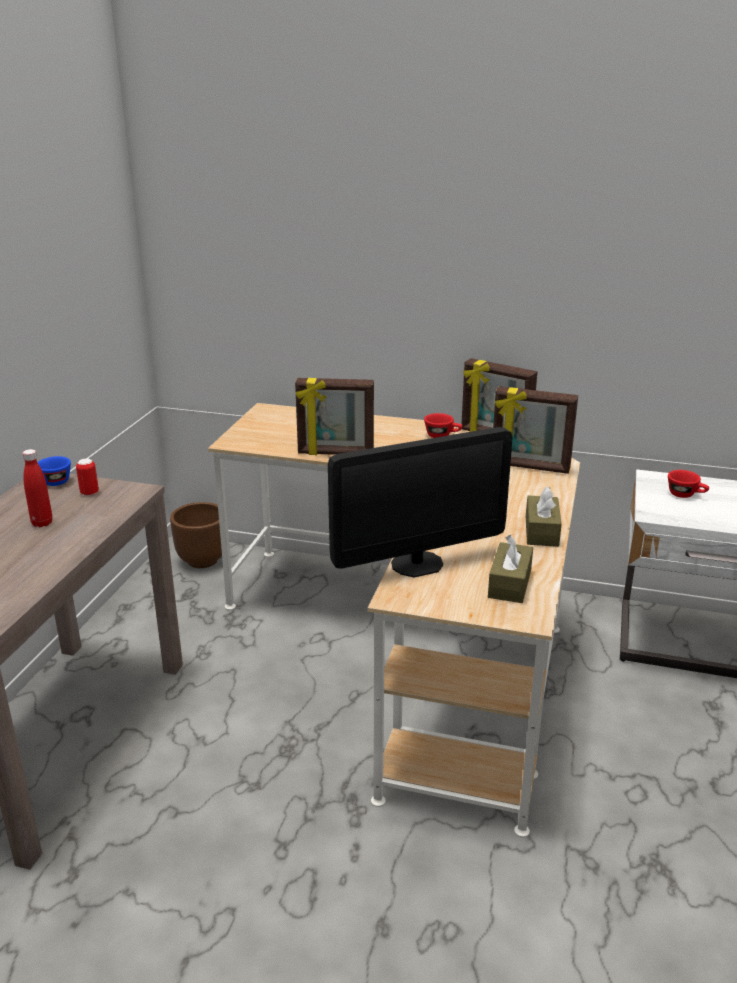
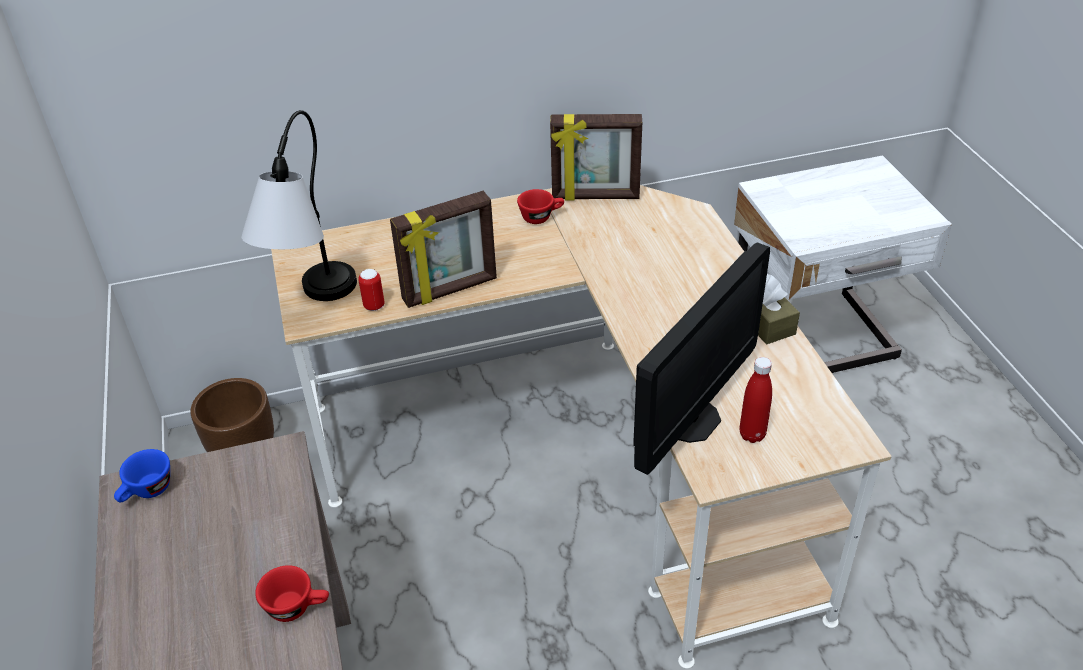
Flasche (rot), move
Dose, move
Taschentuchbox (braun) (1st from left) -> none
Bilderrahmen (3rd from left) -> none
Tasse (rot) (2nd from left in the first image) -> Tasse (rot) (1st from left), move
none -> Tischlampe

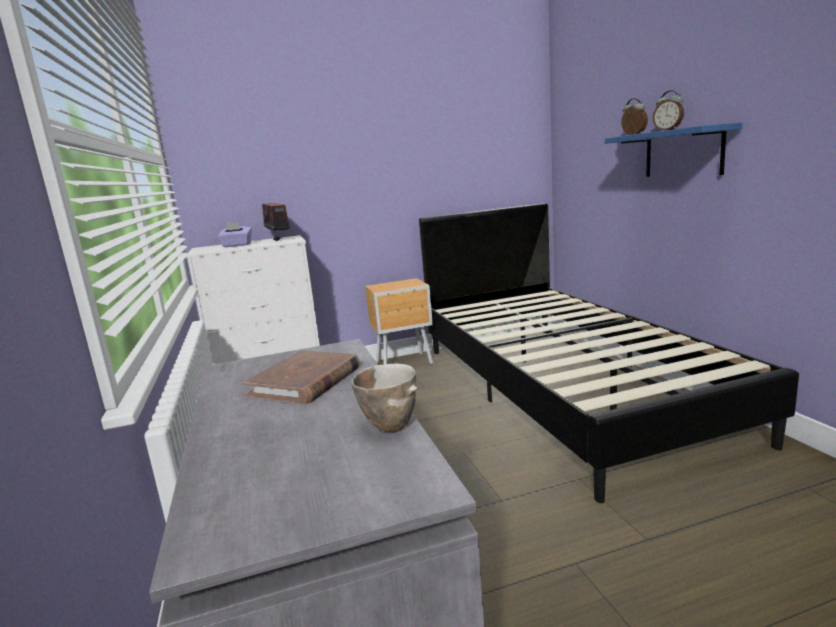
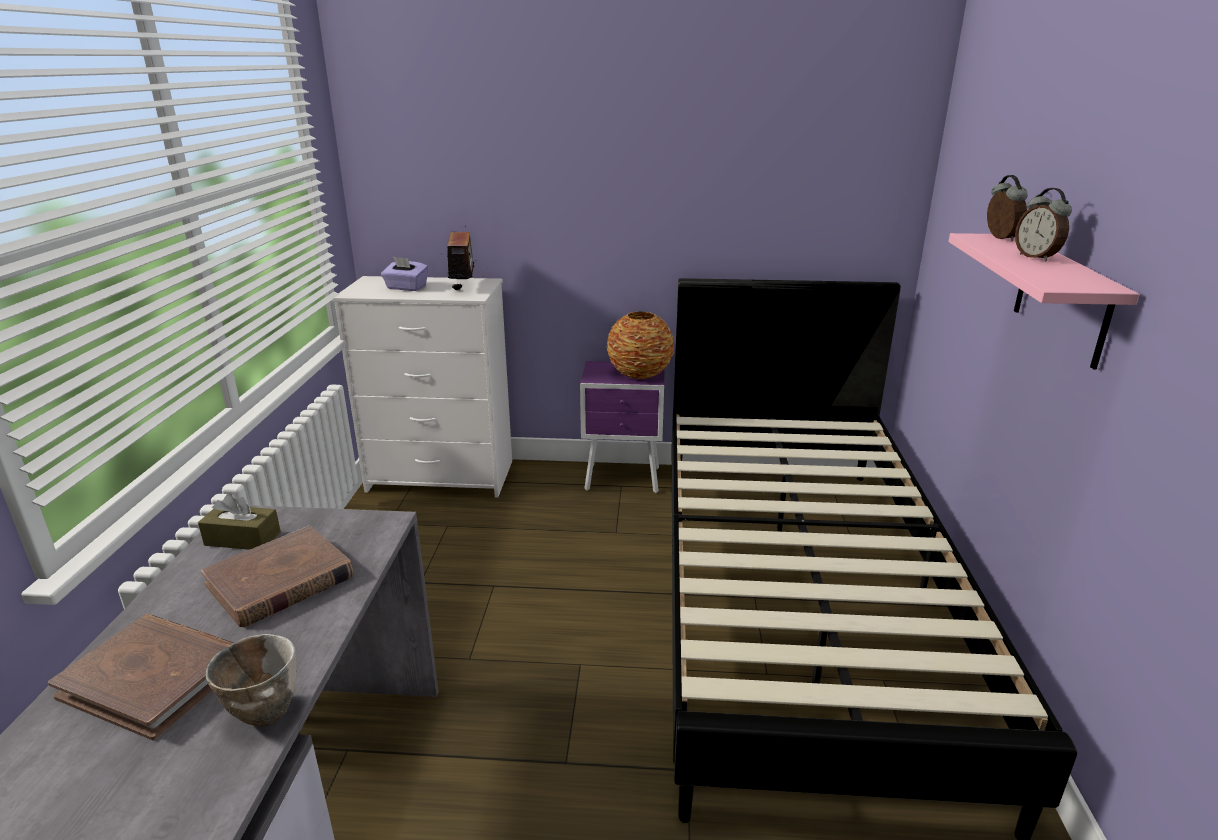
Nachttisch (braun) -> Nachttisch (lila)
Wandregal (blau) -> Wandregal (rosa)
none -> Buch (braun) (1st from left)
none -> Taschentuchbox (braun)
none -> Vase

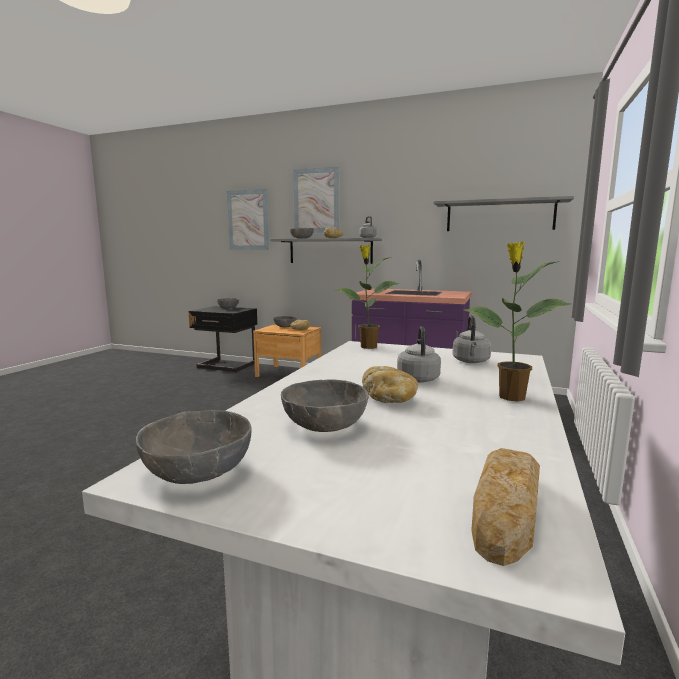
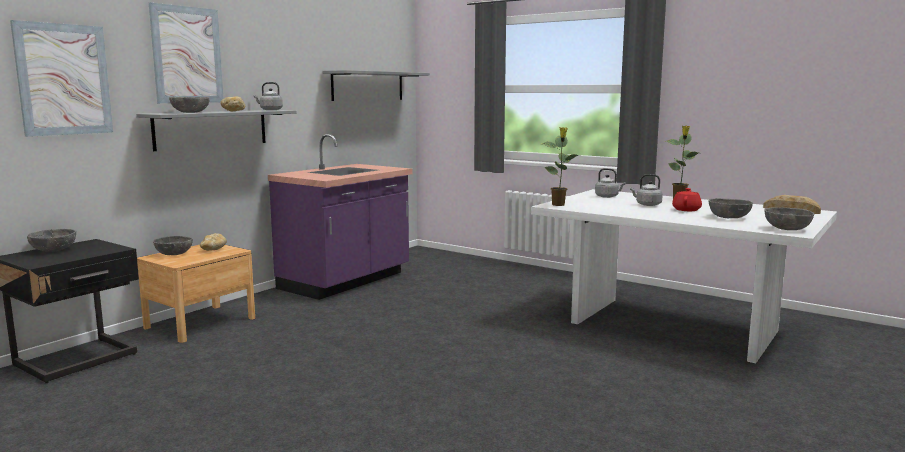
Brot (3rd from left) -> Teekanne (rot)

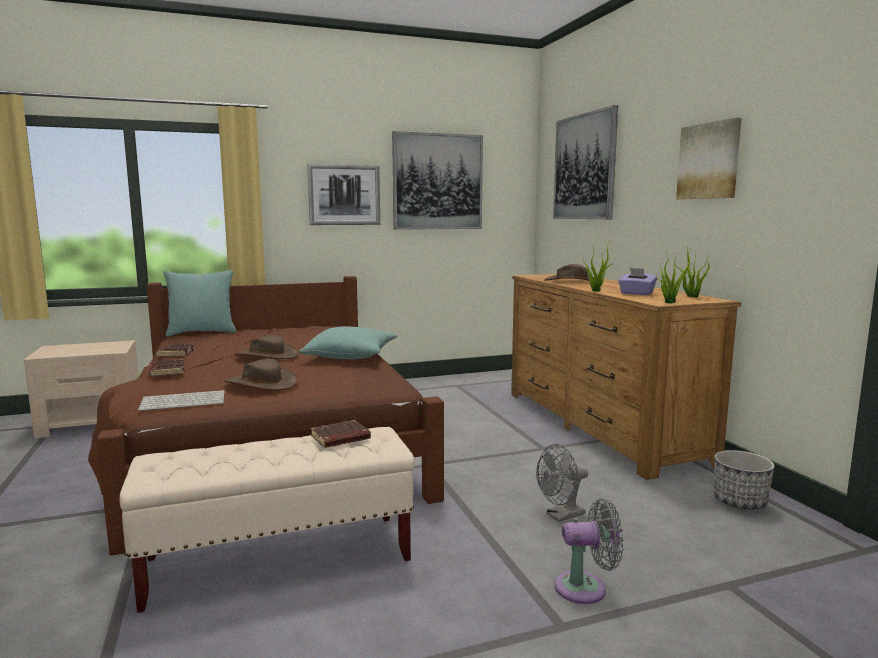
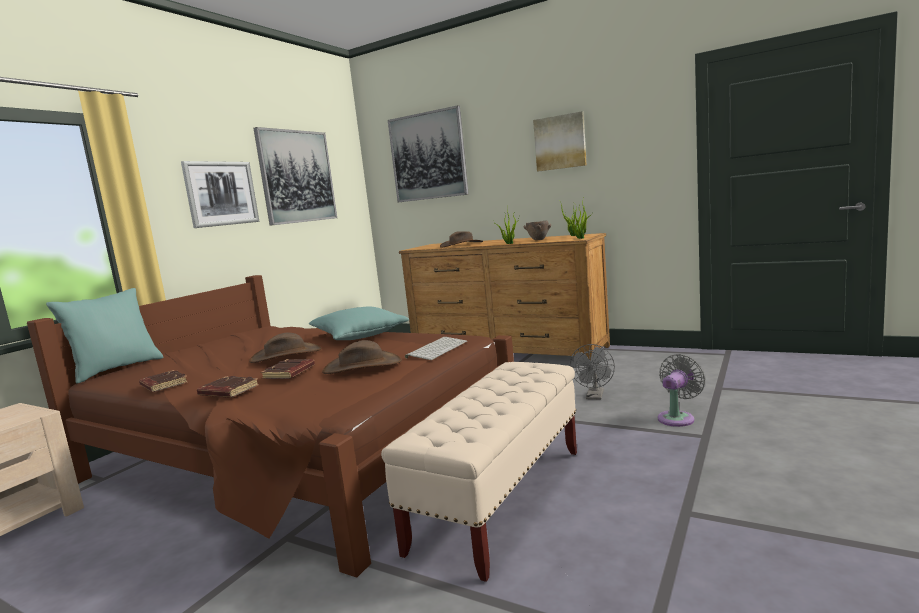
Tastatur, move
Buch (braun) (3rd from left), move
Taschentuchbox (lila) -> Schüssel (braun)
Pflanzkübel -> none

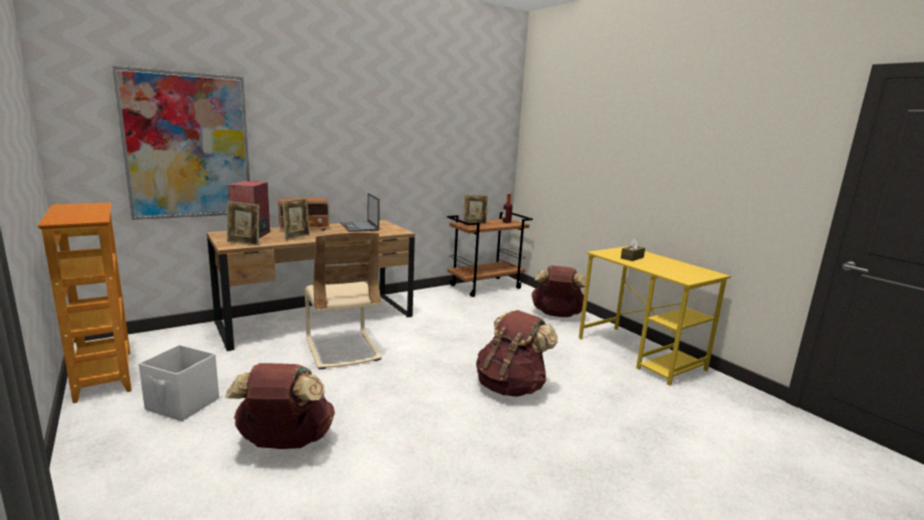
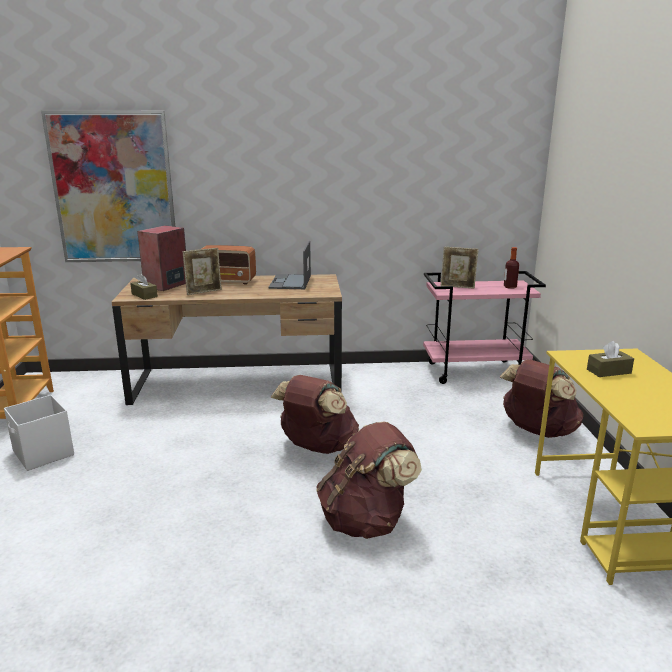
Rucksack (braun) (1st from left), move
Bilderrahmen (1st from left) -> Taschentuchbox (braun) (1st from left)
Stuhl (beige) -> none
Rollwagen (braun) -> Rollwagen (rosa)

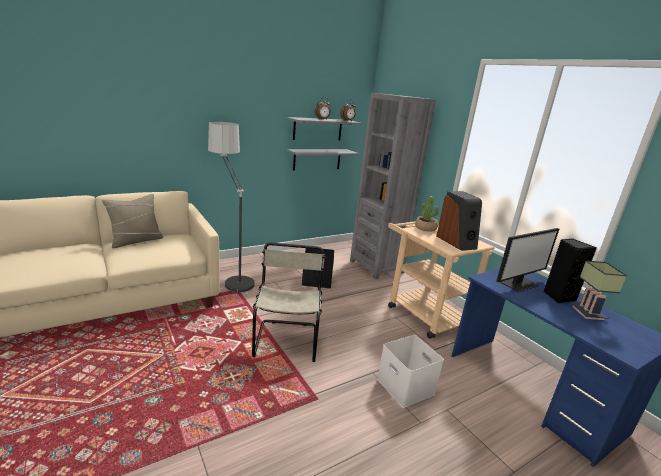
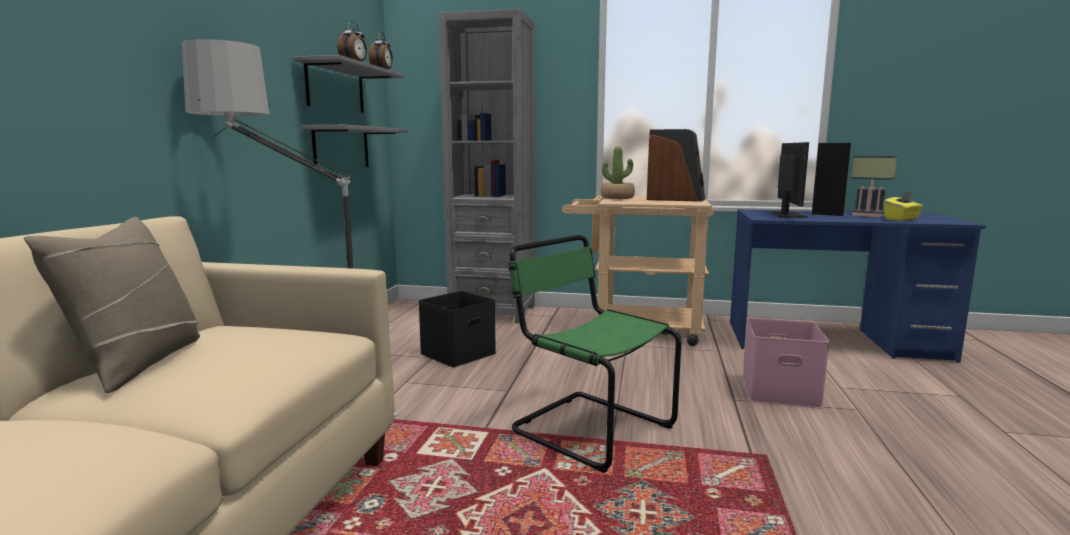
Stuhl (beige) -> Stuhl (grün)
Aufbewahrungsbox (weiß) -> Aufbewahrungsbox (rosa)
none -> Taschentuchbox (gelb)

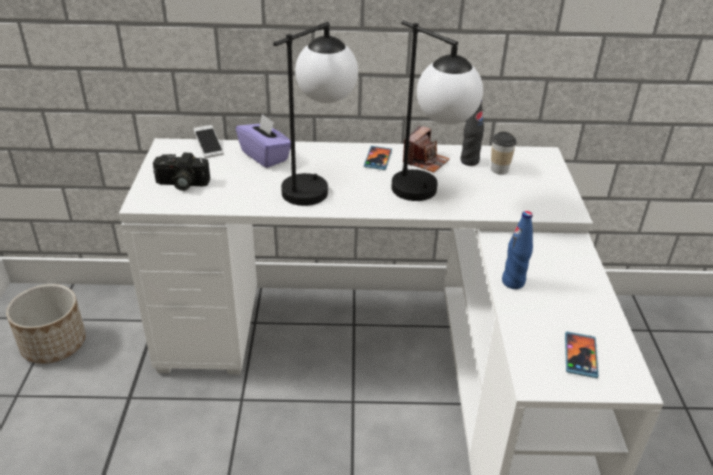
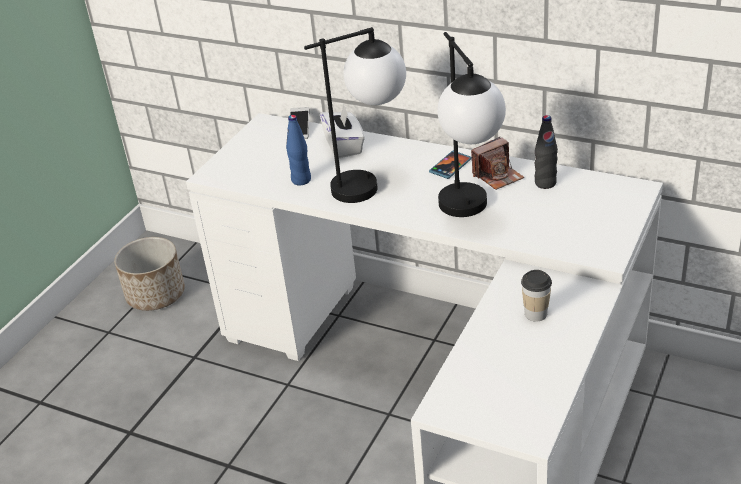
Kamera (1st from left) -> none
Taschentuchbox (lila) -> Taschentuchbox (weiß)
Tasse, move
Flasche (blau), move
Handy (3rd from left) -> none

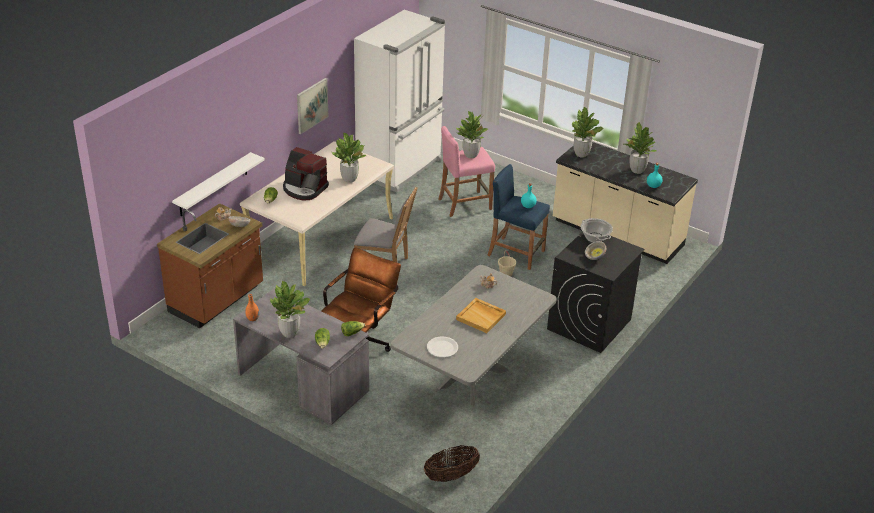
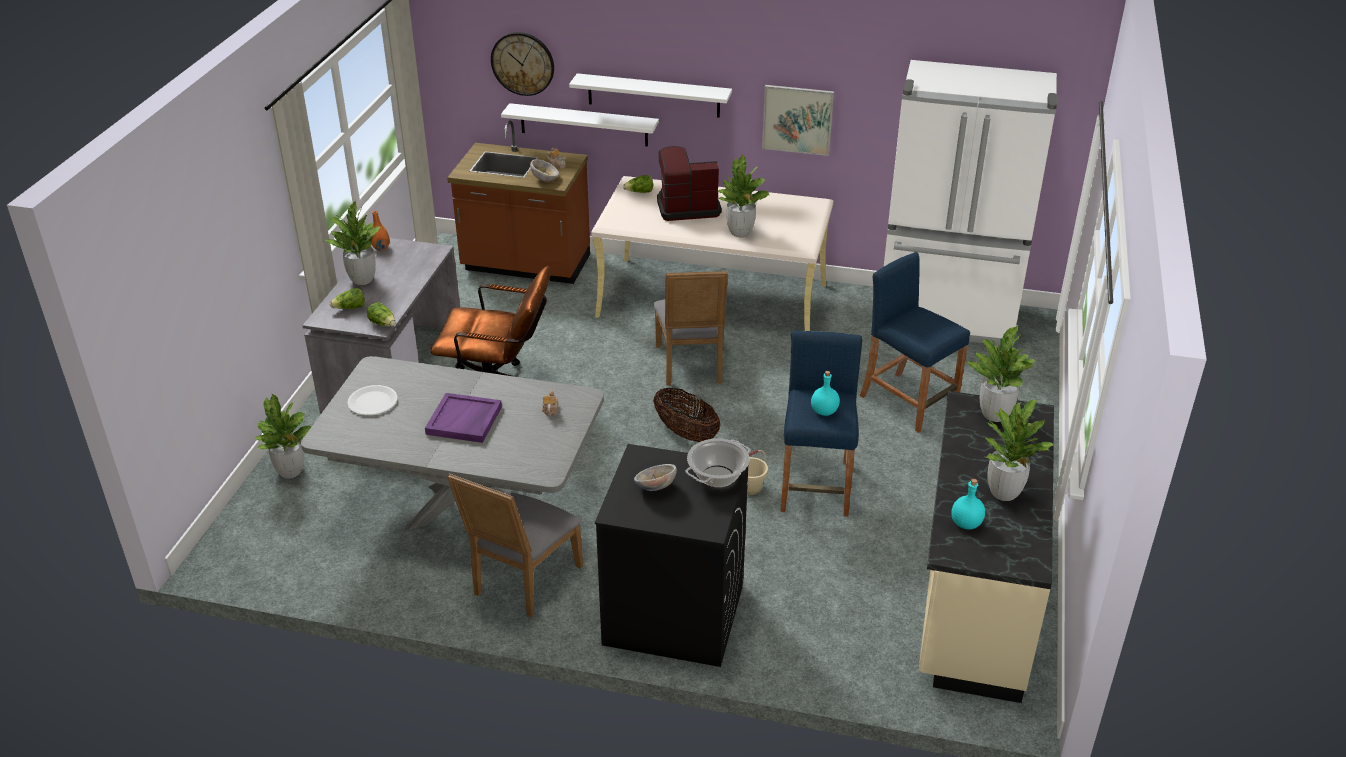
Kaffeemaschine, 75 degrees clockwise
Korb, move
Hocker (rosa) -> Hocker (blau) (2nd from left)
Topfpflanze (3rd from left in the first image) -> Topfpflanze (1st from left), move
Tablett (beige) -> Tablett (lila)
none -> Stuhl (grau) (1st from left)
none -> Wanduhr
none -> Wandregal (weiß) (2nd from left)

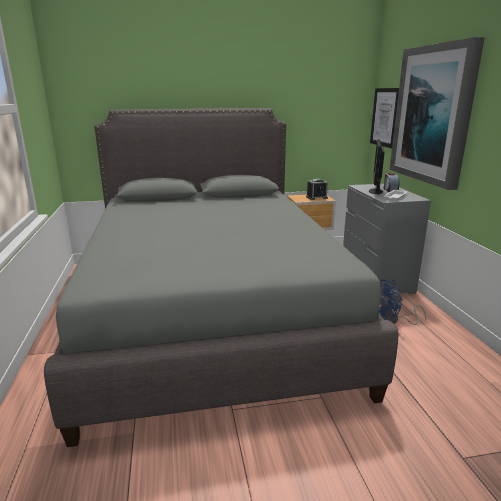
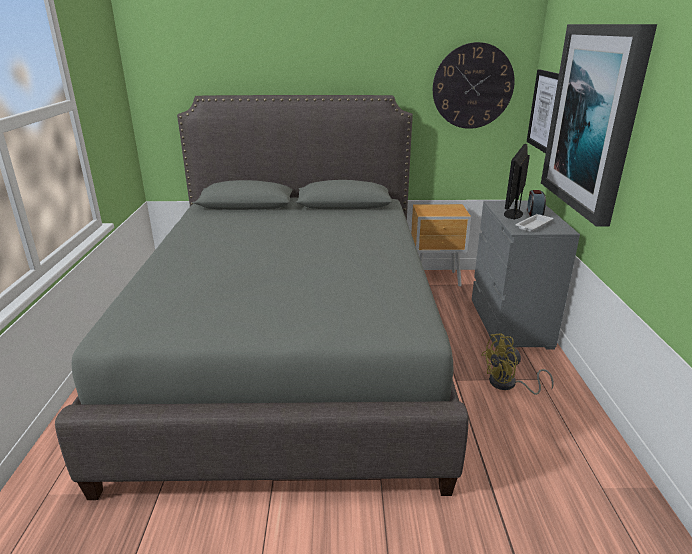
Wecker (1st from left) -> none
Ventilator (blau) -> Ventilator (gelb)
none -> Wanduhr

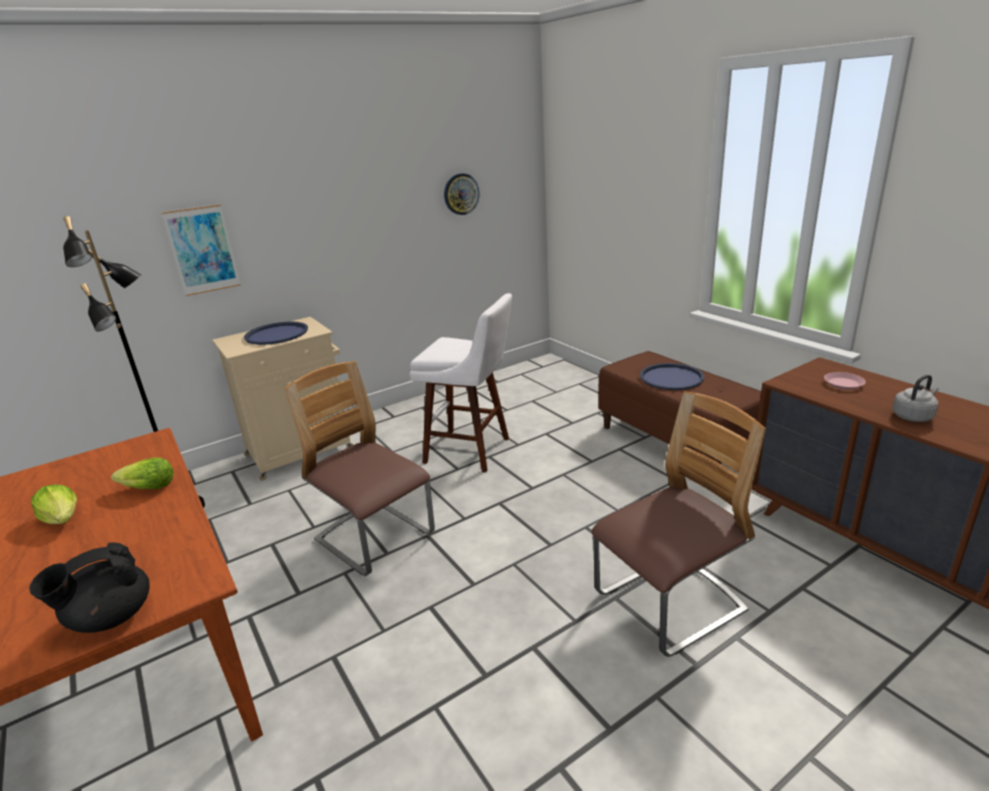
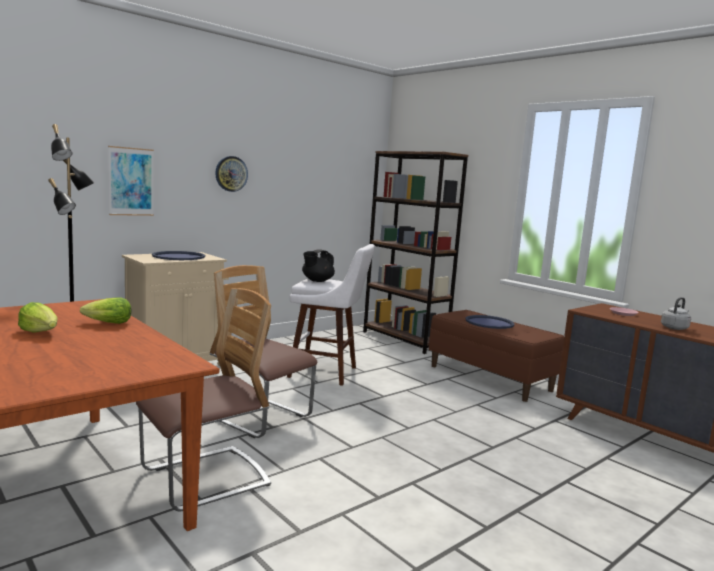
Teekanne (schwarz), move
Wanduhr, move
Stuhl (2nd from left in the first image) -> Stuhl (1st from left), move
none -> Bücherregal (braun)

